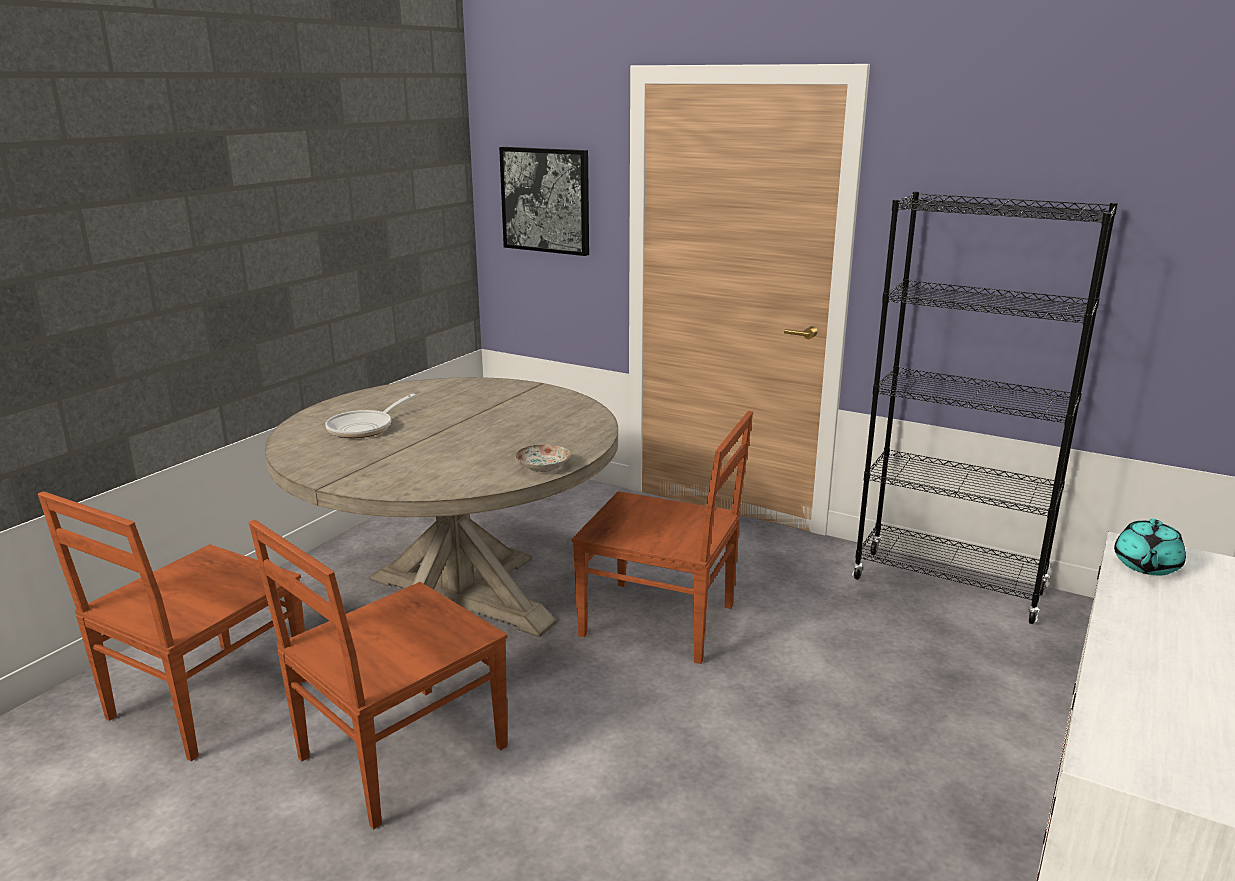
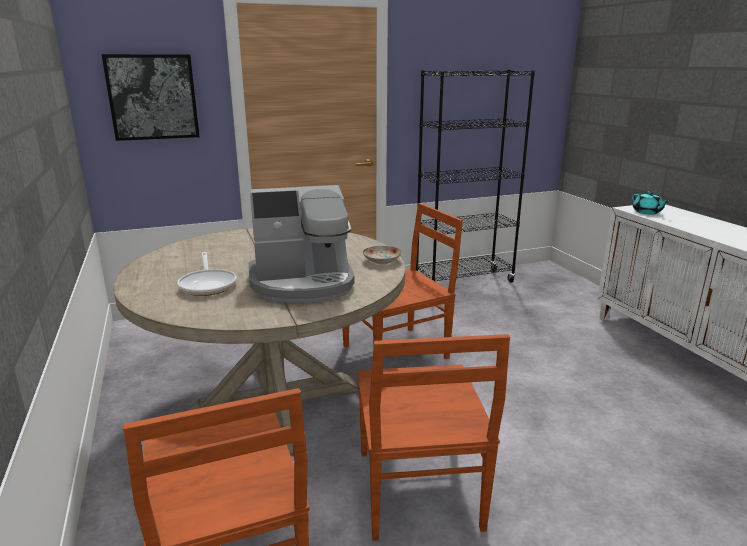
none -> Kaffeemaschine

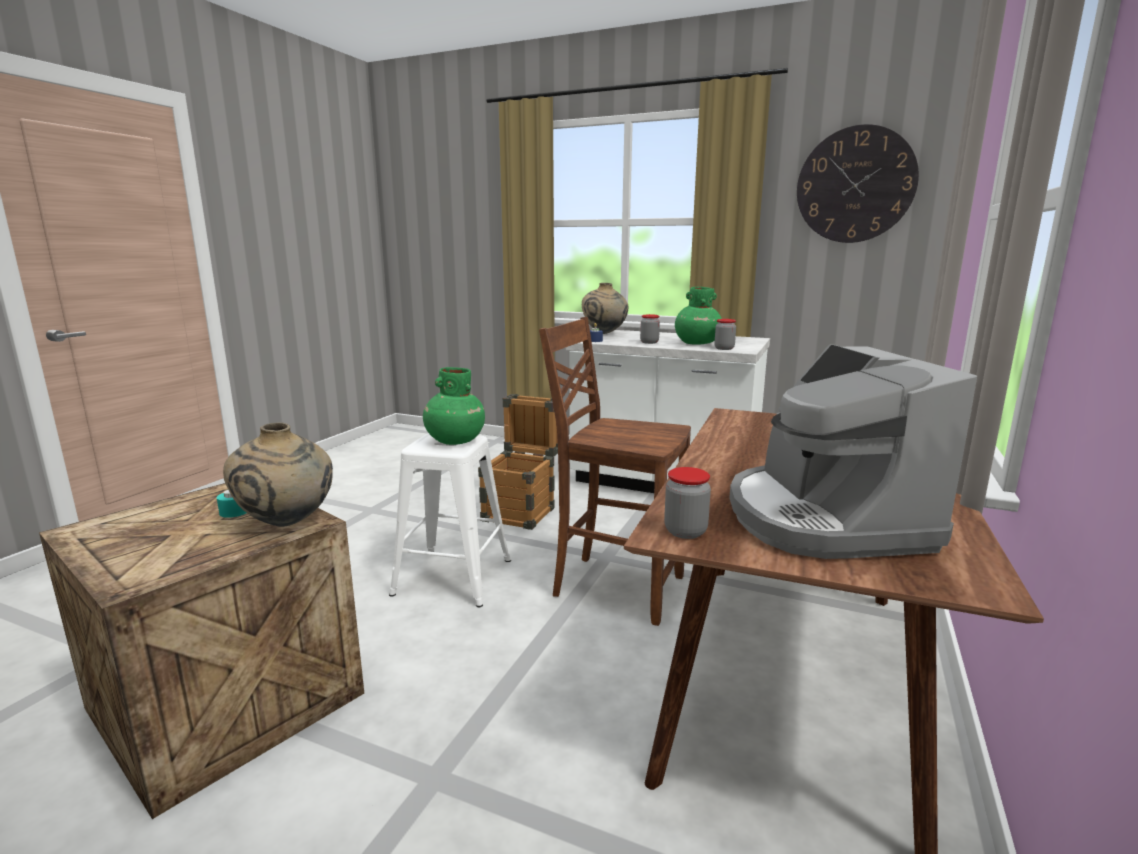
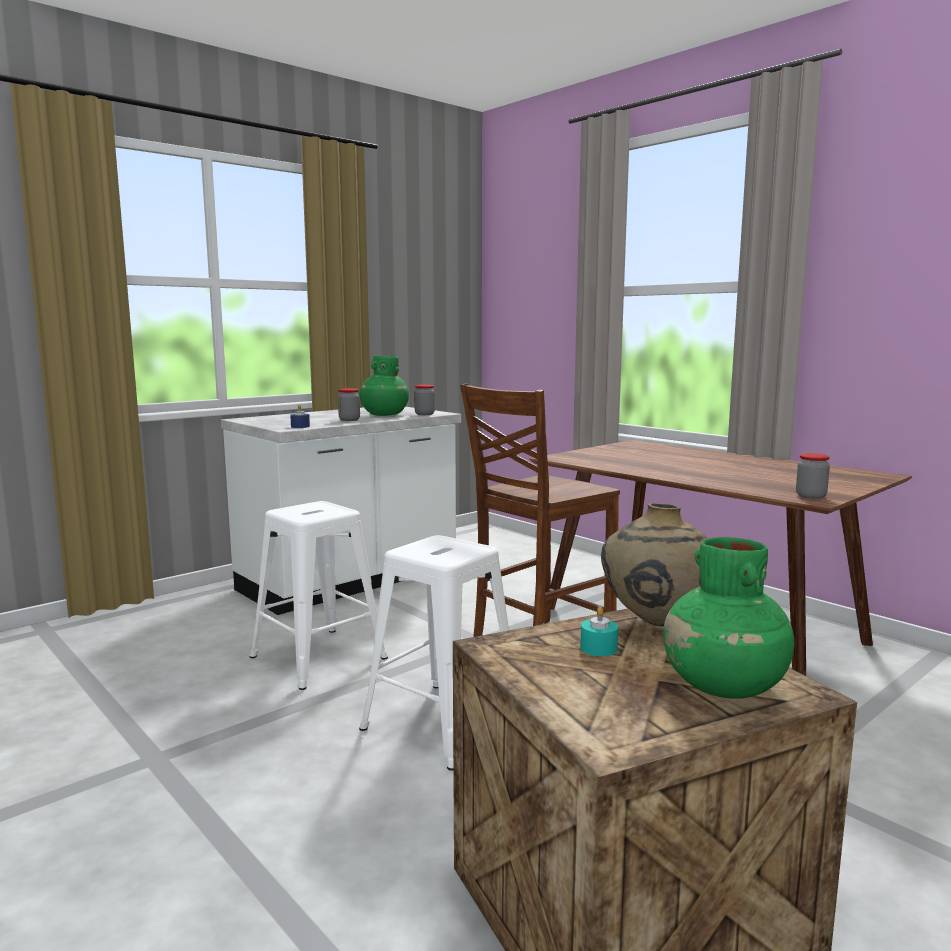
Vase (grün) (1st from left in the first image) -> Vase (grün) (2nd from left), move
Kiste (2nd from left) -> Hocker (weiß) (1st from left)
Vase (beige) (2nd from left) -> none
Kaffeemaschine -> none
Wanduhr -> none

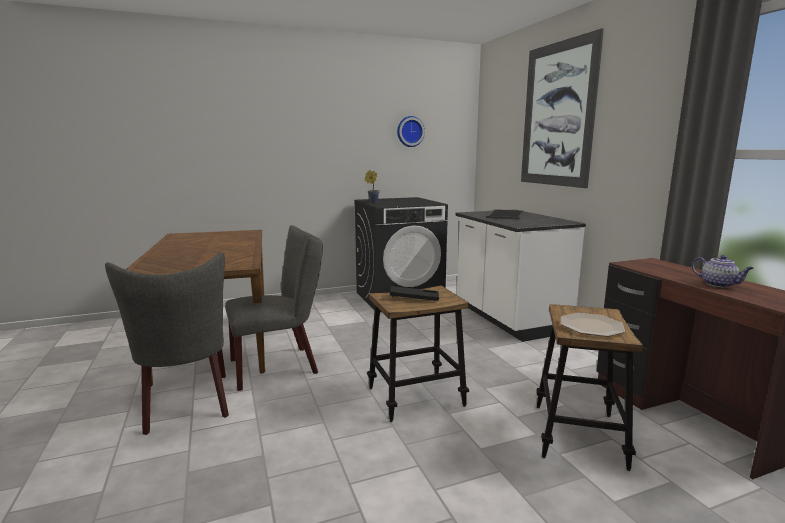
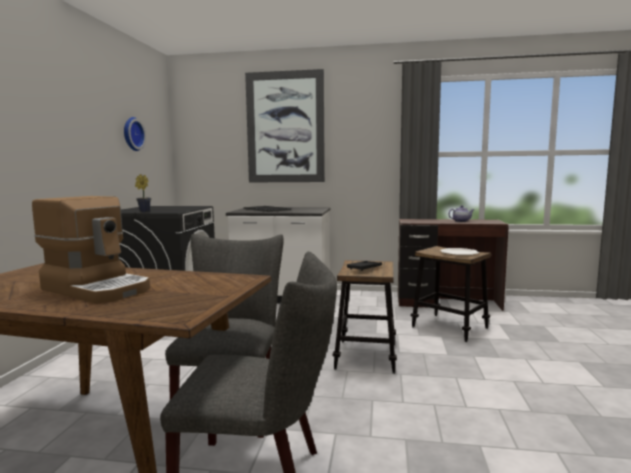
none -> Kaffeemaschine

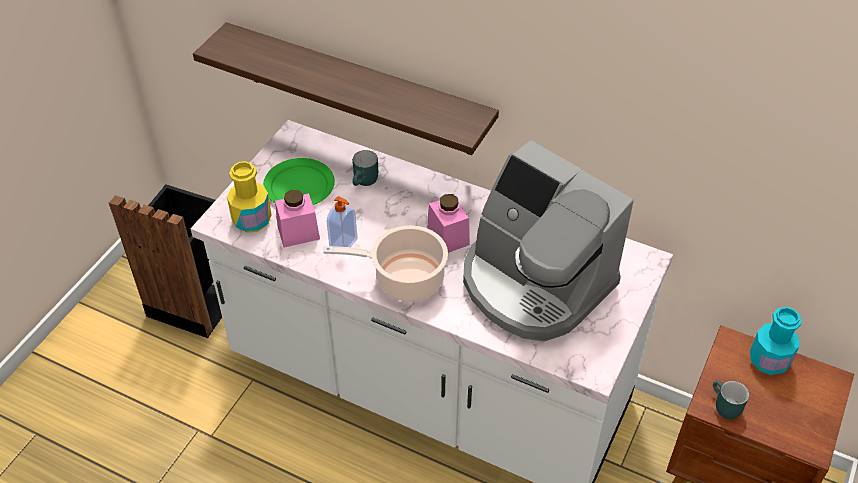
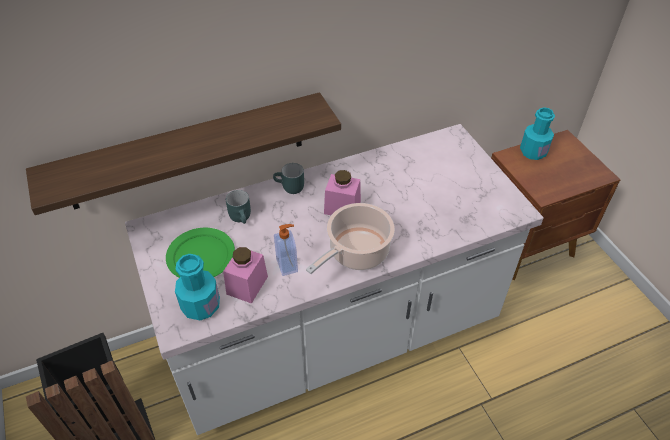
Flasche (gelb) -> Flasche (türkis) (1st from left)
Kaffeemaschine -> none
Henkelbecher (türkis) (2nd from left), move

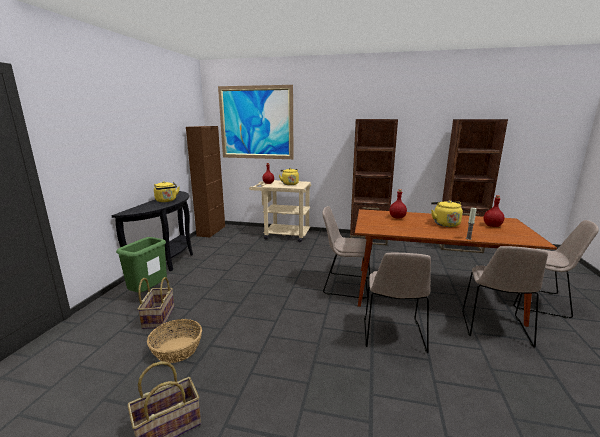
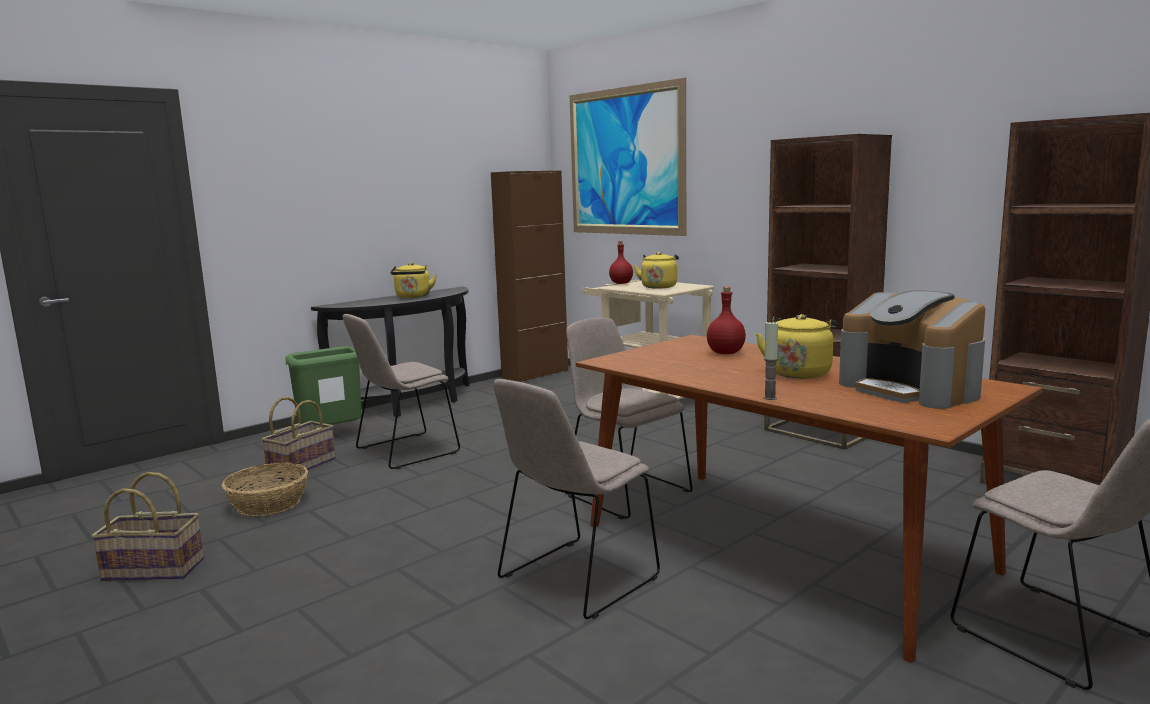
Stuhl (beige) (3rd from left in the first image) -> Stuhl (beige) (1st from left), move
Flasche (rot) (3rd from left) -> Kaffeemaschine

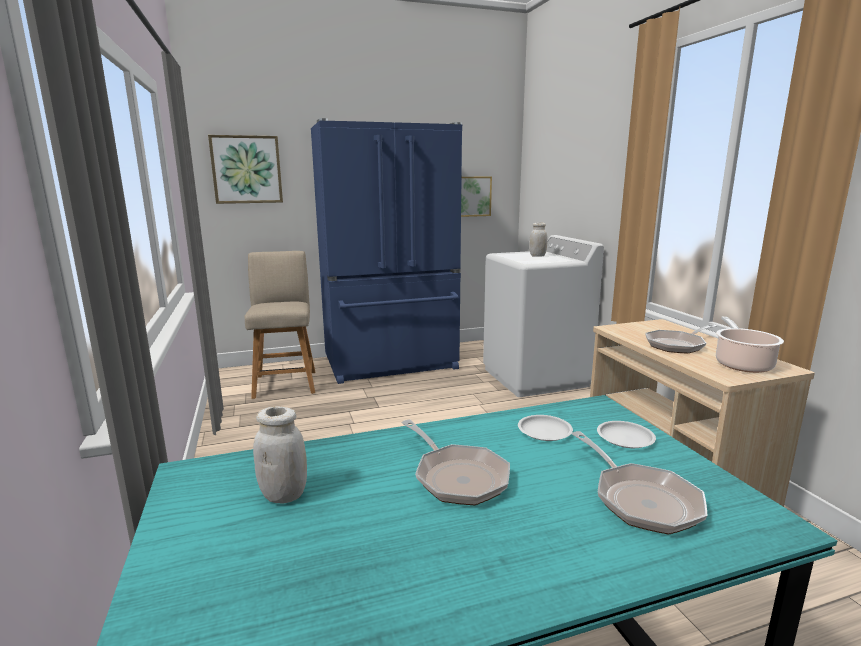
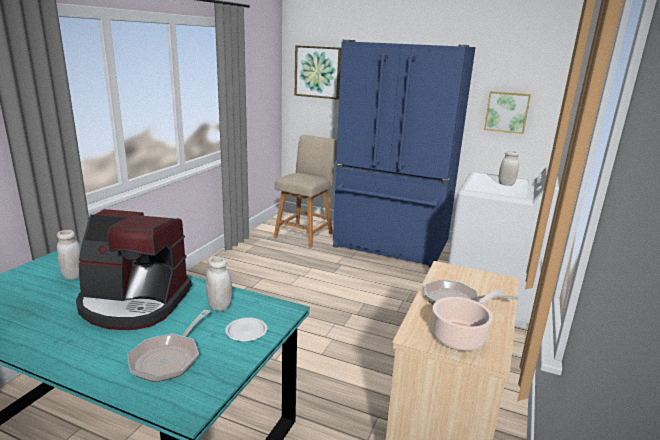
Pfanne (1st from left) -> Kaffeemaschine
Teller (weiß) (1st from left) -> Vorratsglas (weiß) (2nd from left)

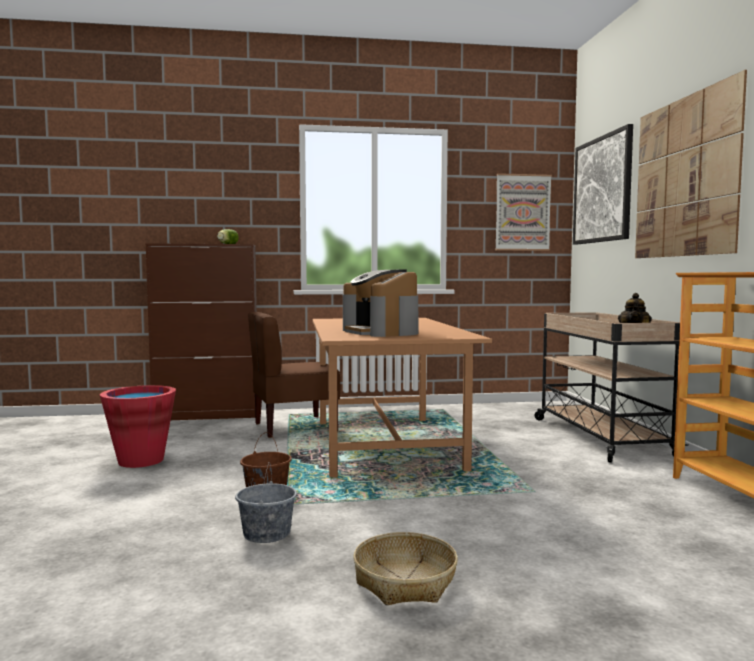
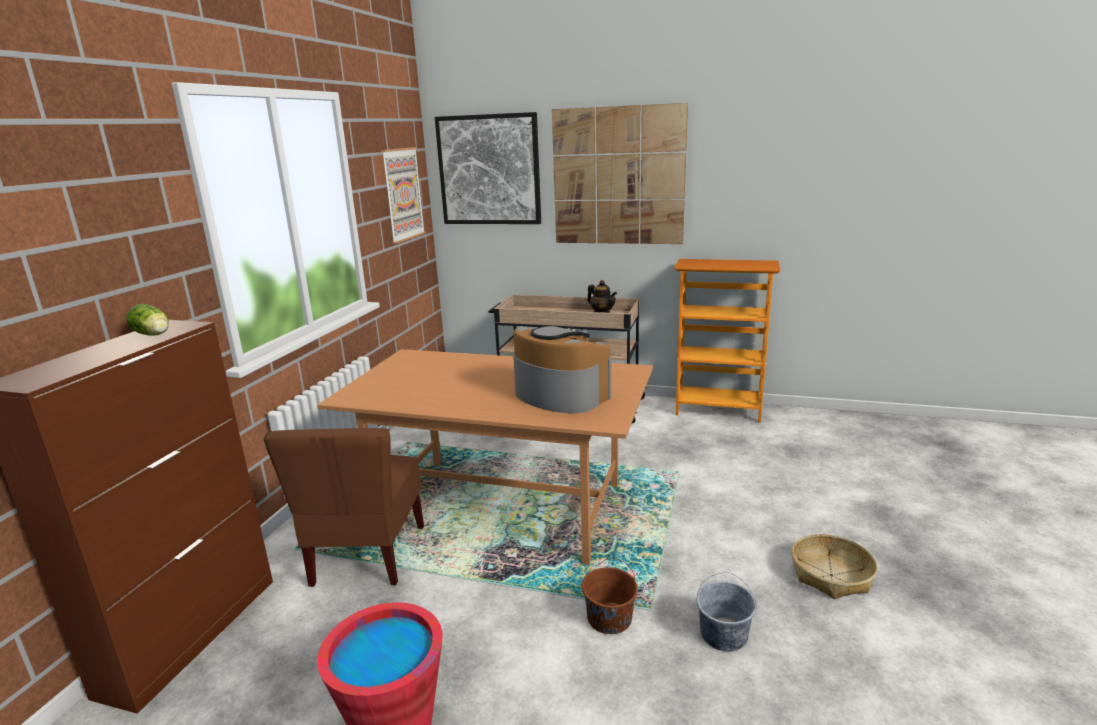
Kaffeemaschine, 135 degrees counterclockwise

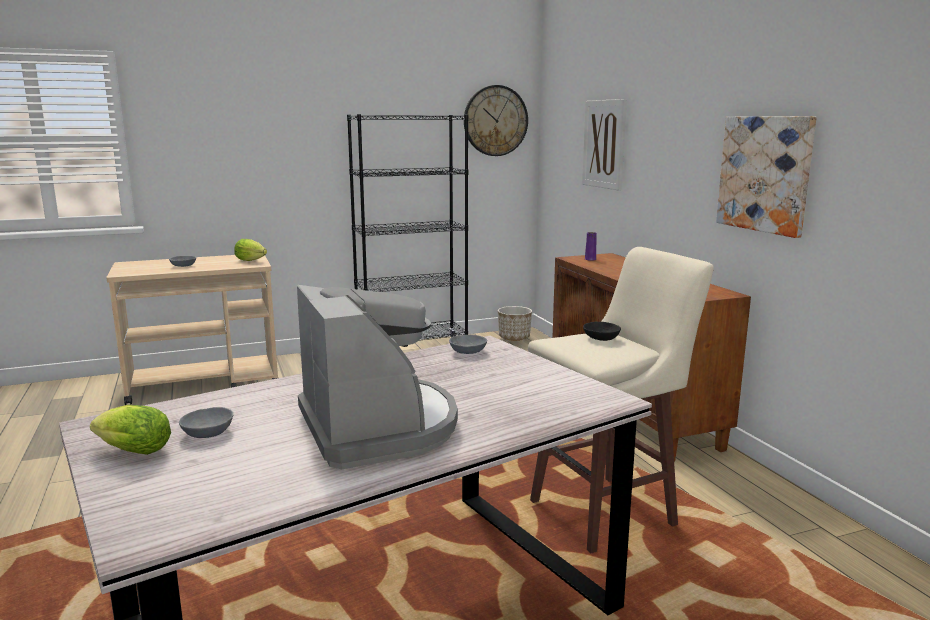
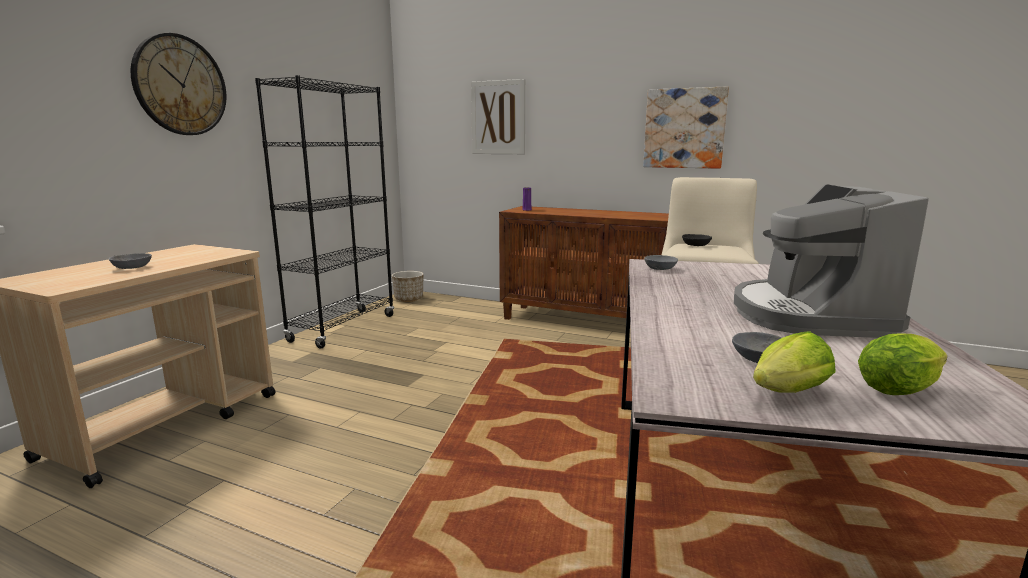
Salatkopf (2nd from left), move
Kaffeemaschine, 105 degrees counterclockwise
Wanduhr, move

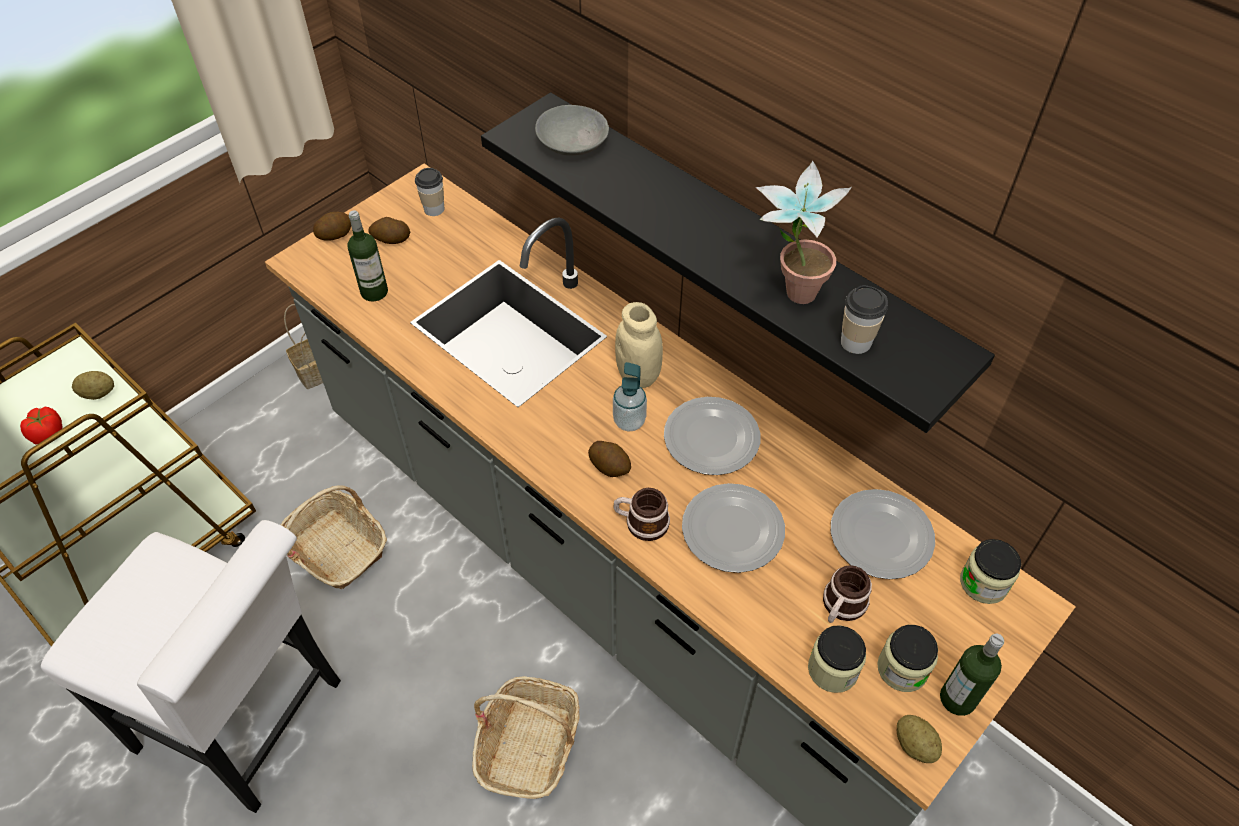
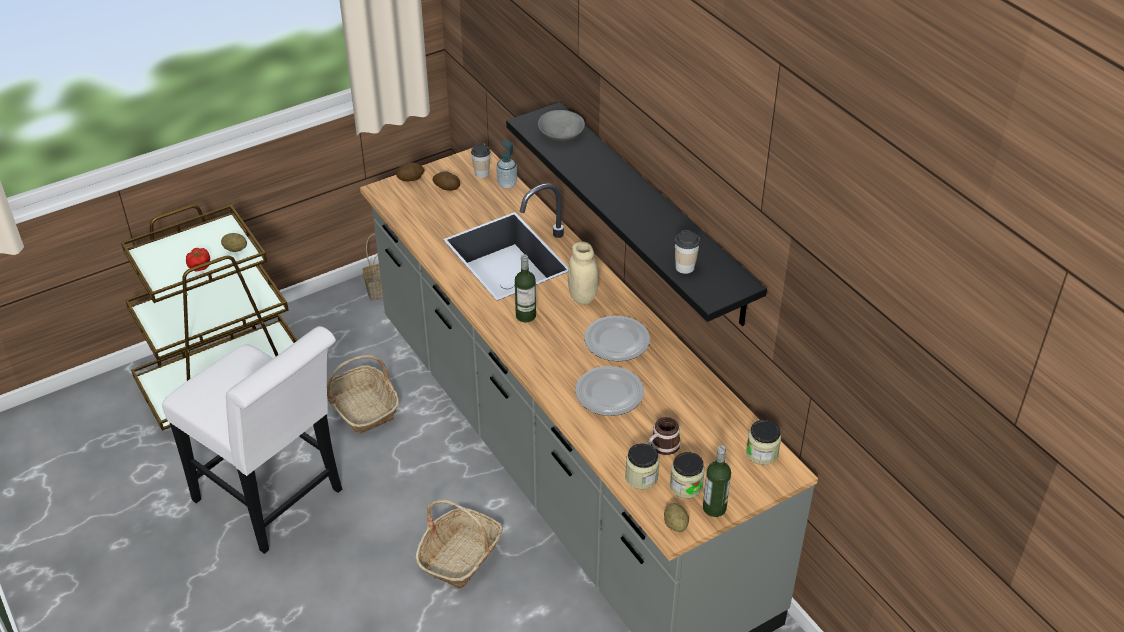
Flasche (1st from left), move
Kartoffel (4th from left) -> none
Seifenspender, move
Henkelbecher (1st from left) -> none
Topfpflanze -> none
Teller (3rd from left) -> none

